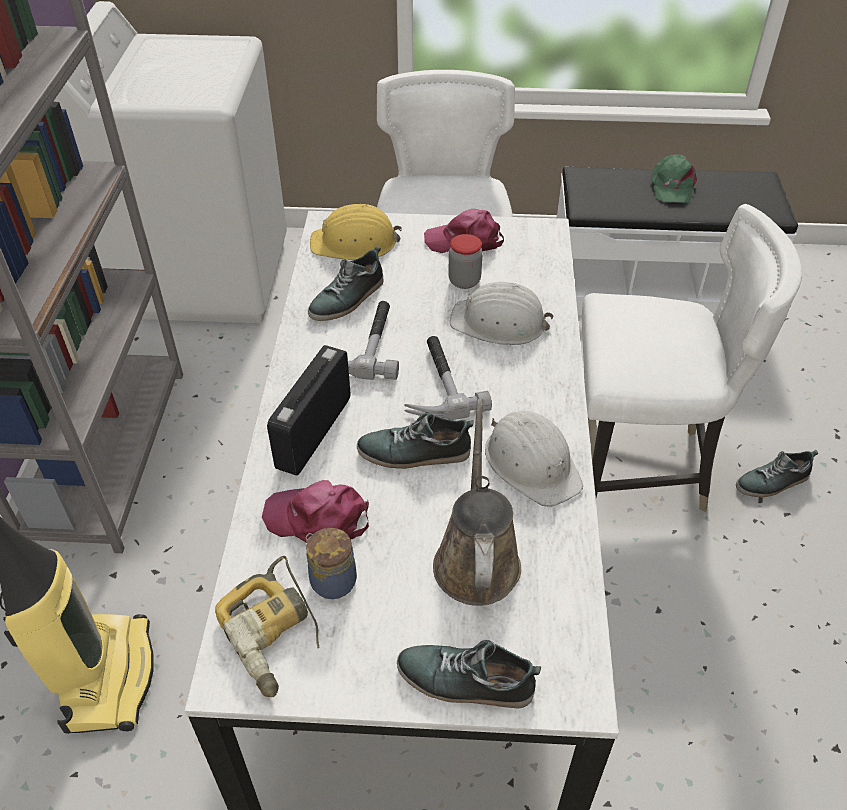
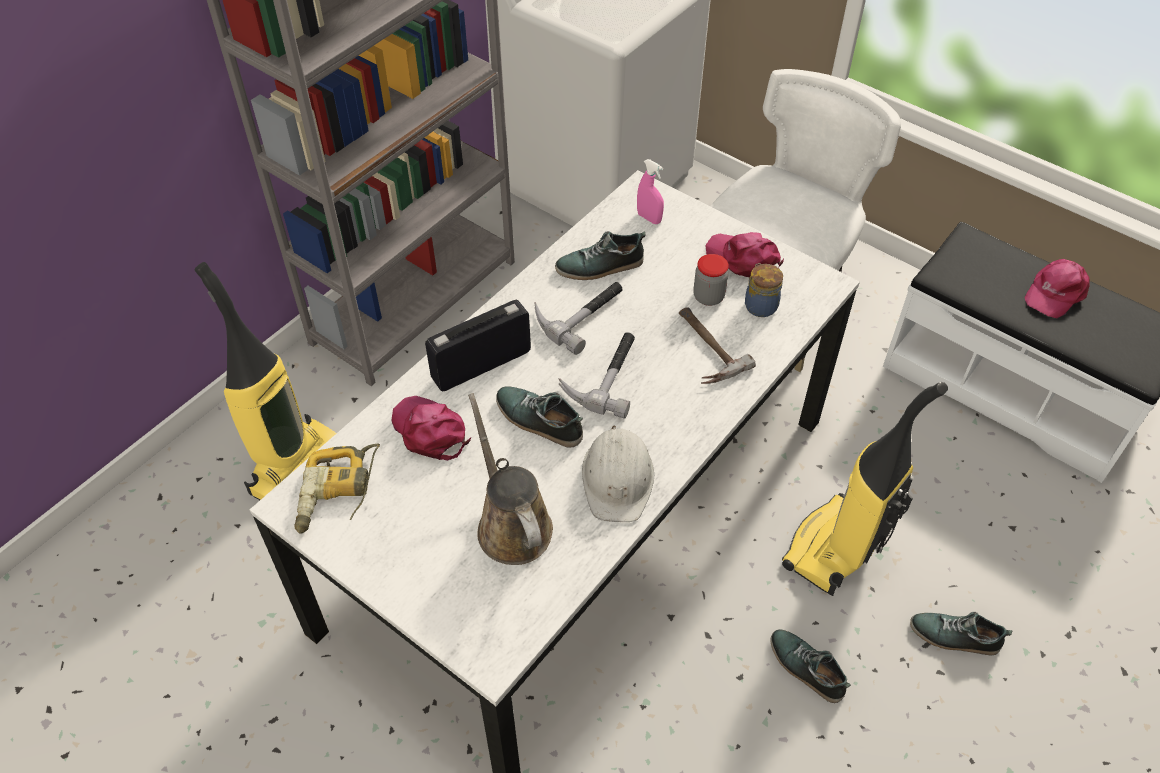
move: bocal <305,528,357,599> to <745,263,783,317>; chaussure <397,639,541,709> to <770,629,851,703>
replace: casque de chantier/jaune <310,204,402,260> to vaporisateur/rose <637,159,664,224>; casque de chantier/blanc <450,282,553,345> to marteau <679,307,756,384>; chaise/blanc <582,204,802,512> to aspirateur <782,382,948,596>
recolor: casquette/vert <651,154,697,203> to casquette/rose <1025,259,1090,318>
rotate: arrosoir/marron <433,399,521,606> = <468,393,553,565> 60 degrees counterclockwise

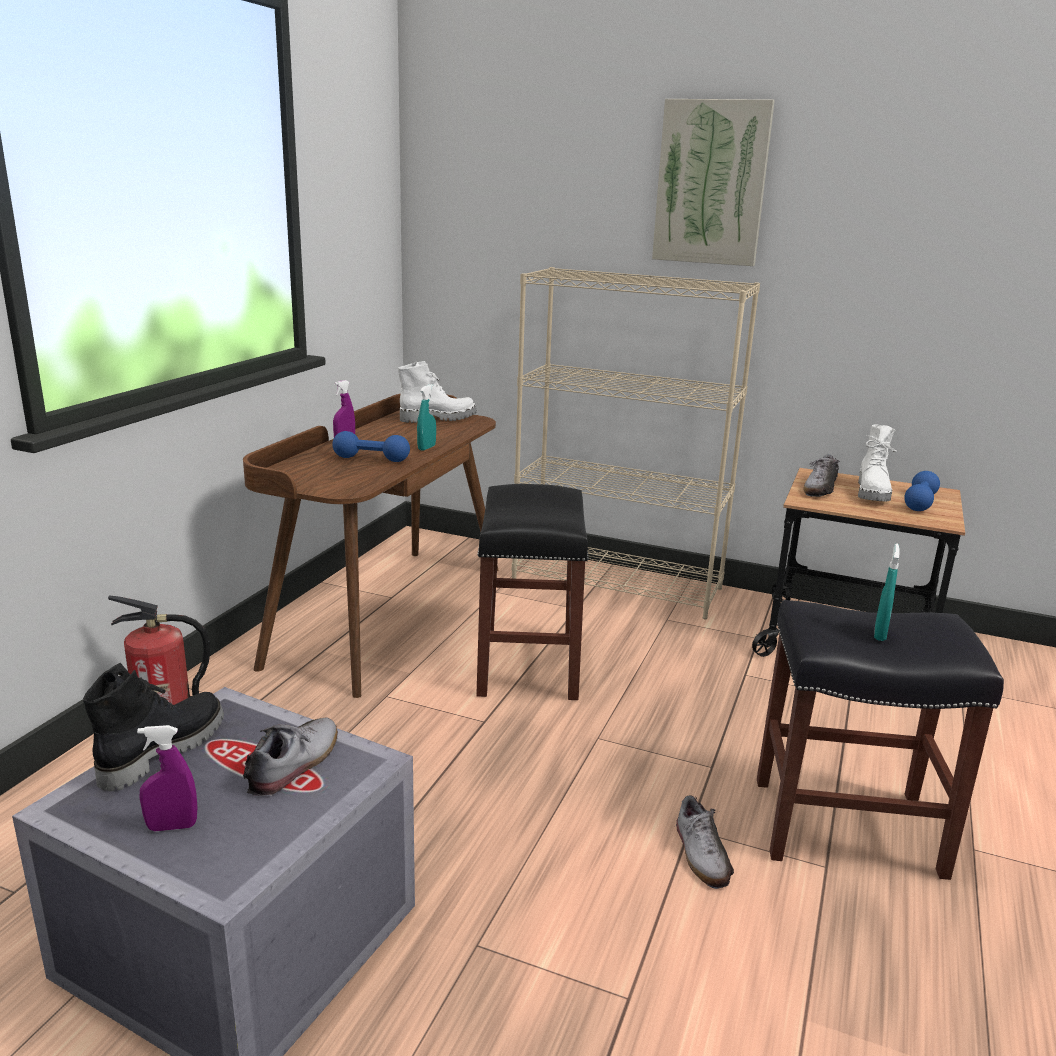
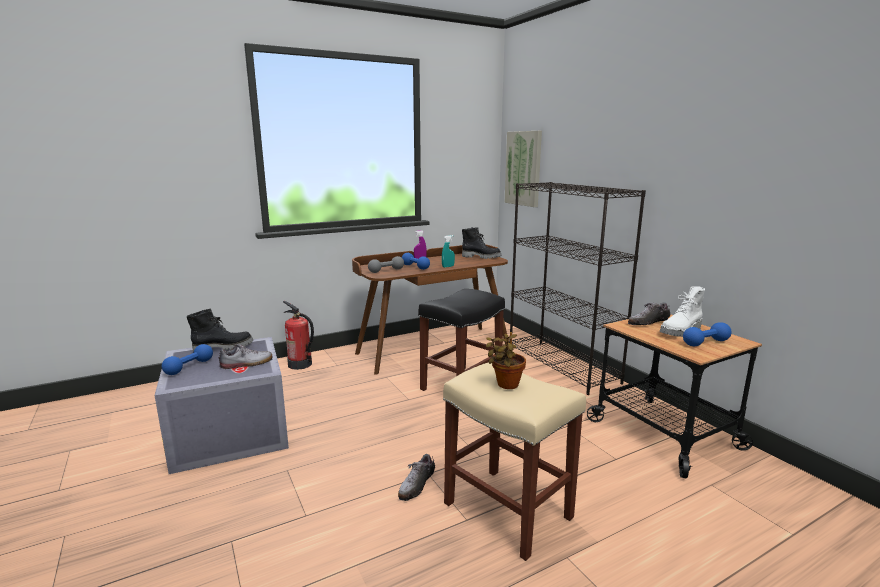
insert: haltère/gris <368,256,404,273>
move: tableau <652,99,775,266> to <505,131,542,207>
replace: vaporisateur/violet <137,725,197,831> to haltère/bleu <162,344,213,375>; vaporisateur/turquoise <874,543,900,641> to plante en pot <486,332,526,389>
recolor: tabouret/noir <757,600,1004,880> to tabouret/beige <443,362,586,561>; botte/blanc <398,361,477,423> to botte/noir <462,227,502,259>; bibliothèque/beige <512,267,760,620> to bibliothèque/noir <509,182,646,395>

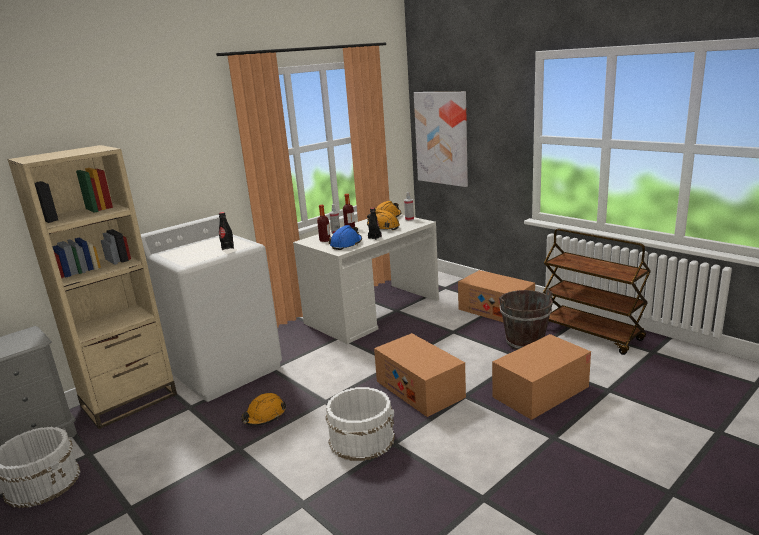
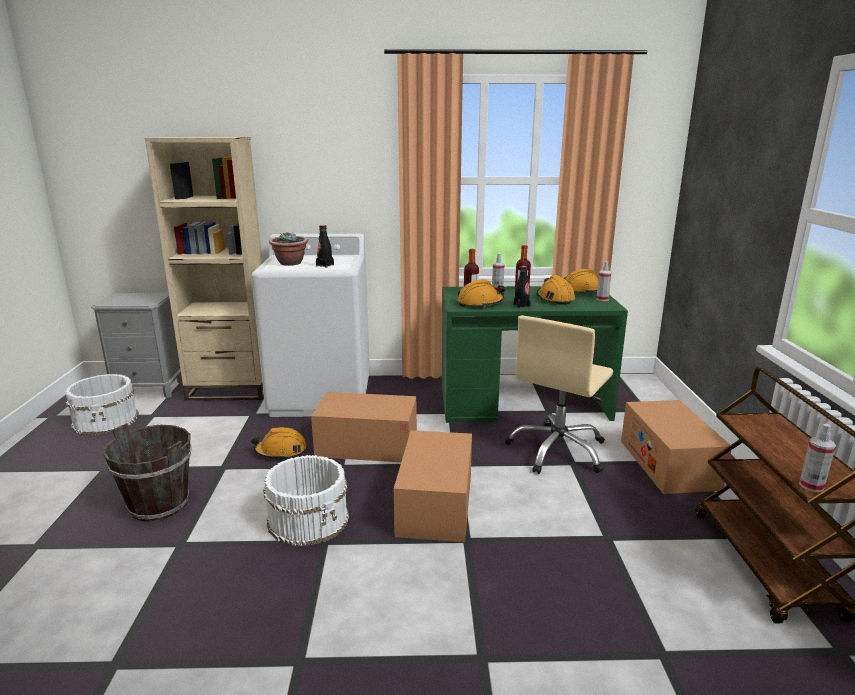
delete: tableau <414,92,468,187>
insert: plante en pot <269,232,308,266>; chaise de bureau/beige <505,316,613,474>; vaporisateur <799,424,836,492>
move: seau/marron <499,289,553,350> to <103,424,192,522>; carton <492,334,591,420> to <311,392,417,462>
recolor: bureau/blanc <293,215,439,344> to bureau/vert <442,286,628,423>; casque de chantier/bleu <329,225,362,250> to casque de chantier/orange <457,280,505,307>

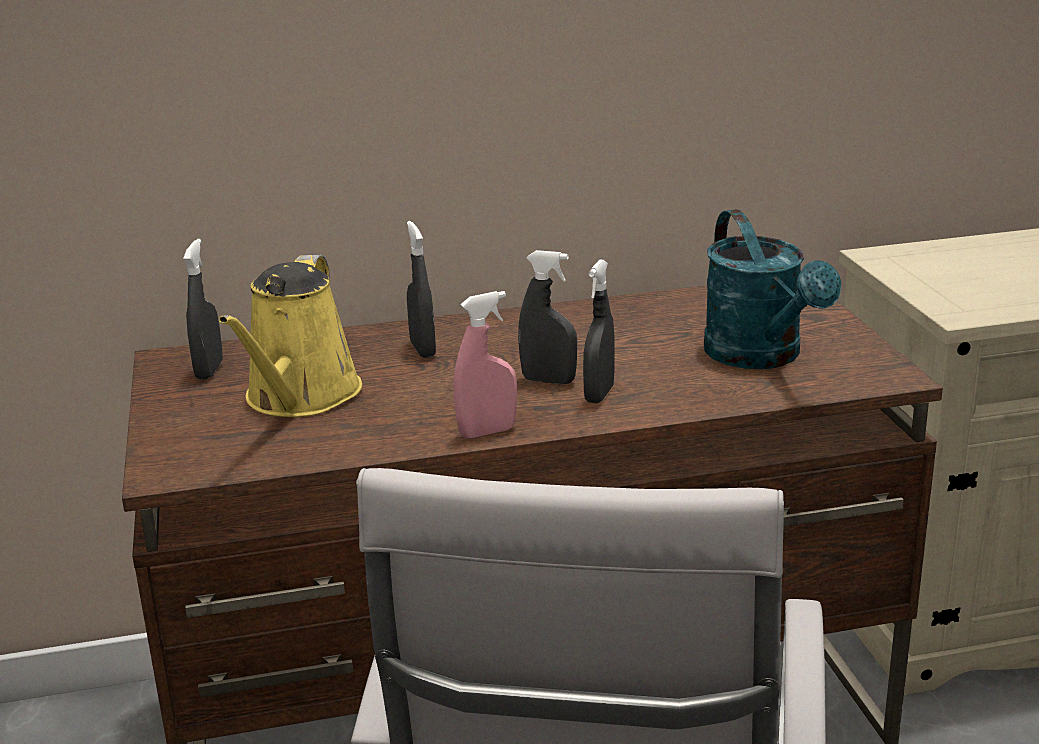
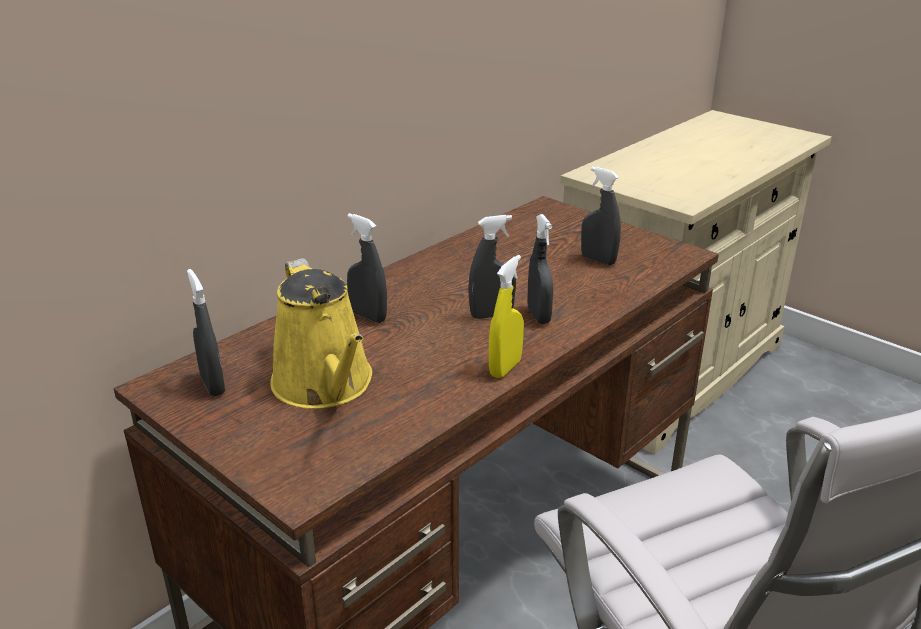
replace: arrosoir/turquoise <704,209,841,369> to vaporisateur/gris <581,166,621,265>
recolor: vaporisateur/rose <454,291,517,438> to vaporisateur/jaune <489,255,524,378>

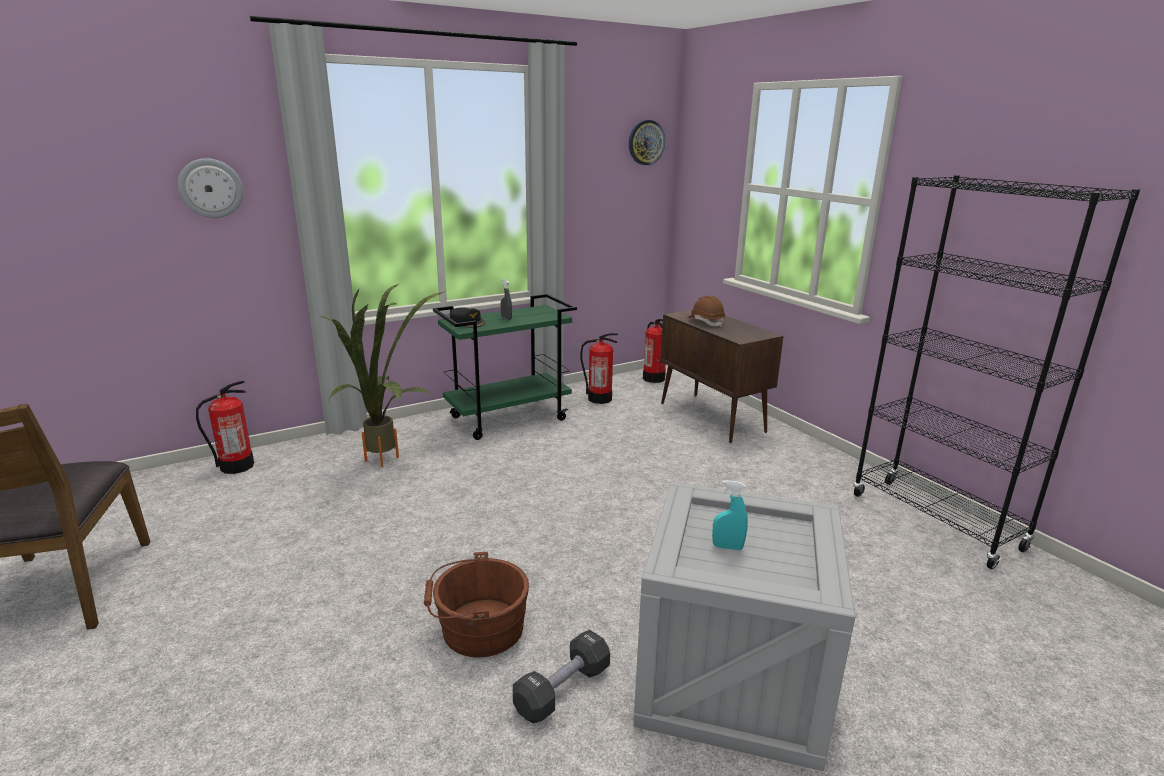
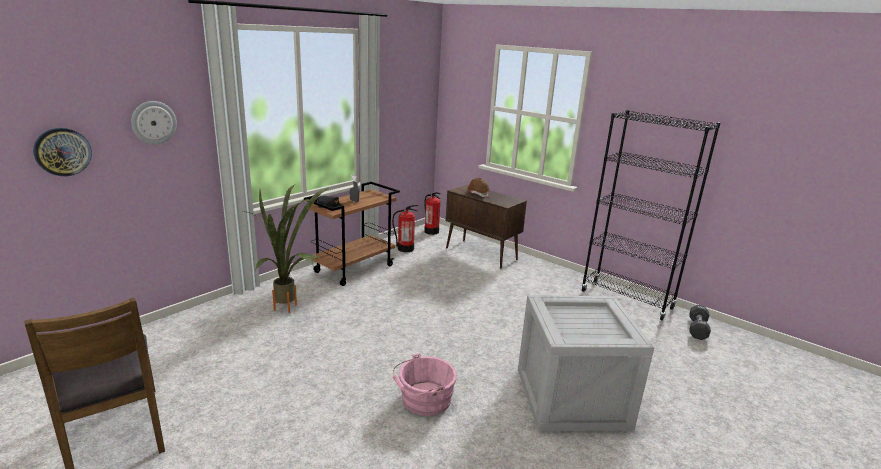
delete: extincteur <196,381,254,474>; vaporisateur/turquoise <712,480,748,550>
move: horloge murale <629,120,665,165> to <33,128,92,176>; haltère/noir <513,630,610,723> to <690,305,711,340>
recolor: chariot/vert <433,294,577,440> to chariot/marron <304,182,400,286>; seau/marron <424,552,529,657> to seau/rose <393,353,457,416>

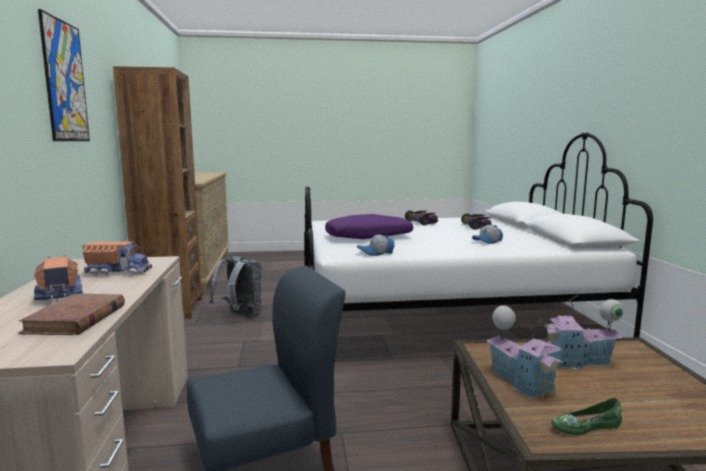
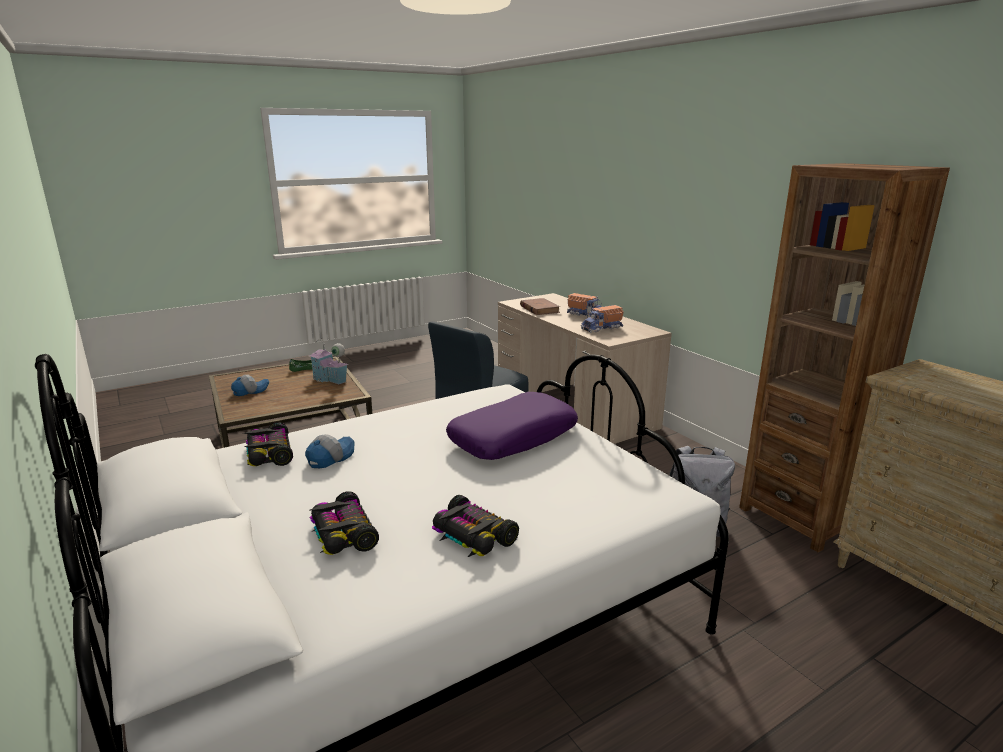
delete: tableau <38,9,90,141>; maison miniature <544,295,624,369>
insert: petite voiture <243,422,293,466>
move: casquette <357,235,394,256> to <231,375,269,396>

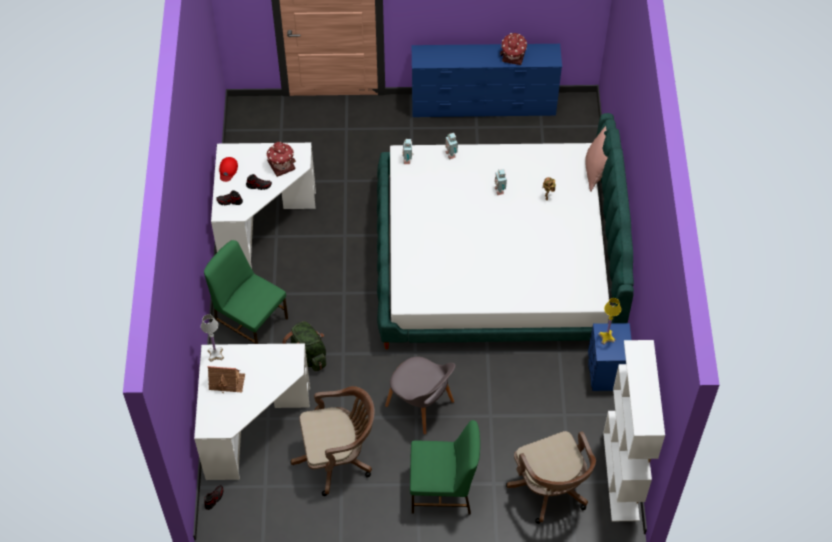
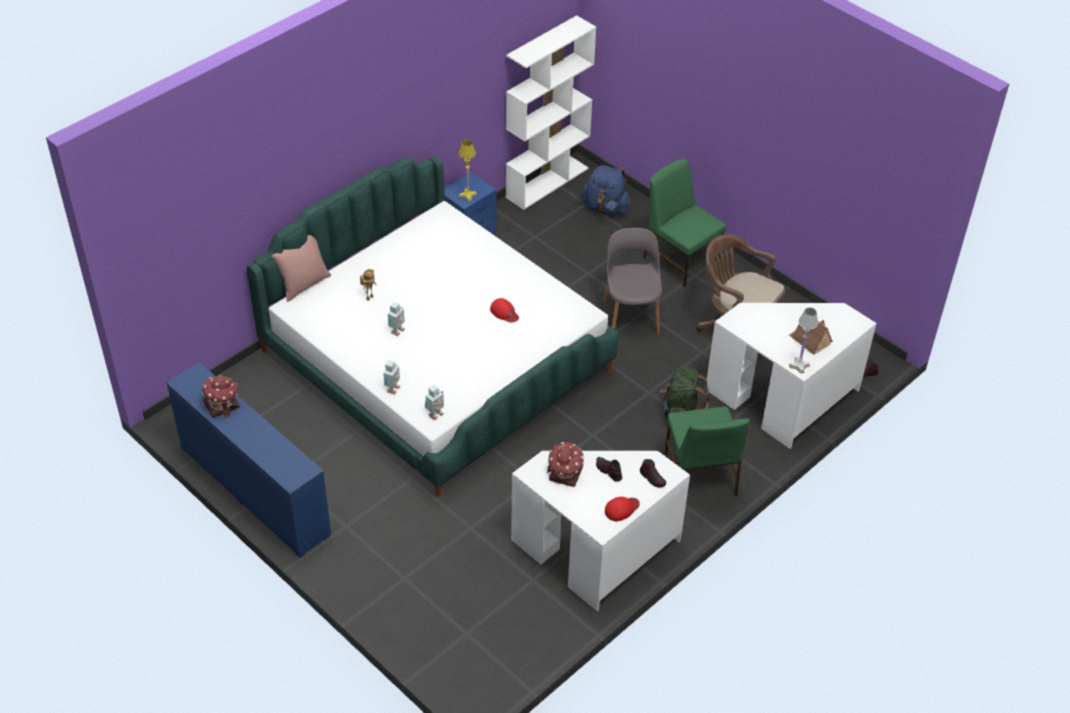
insert: casquette/rouge <490,298,519,323>
replace: chaise de bureau/marron <506,431,596,524> to sac à dos/bleu <581,165,630,215>

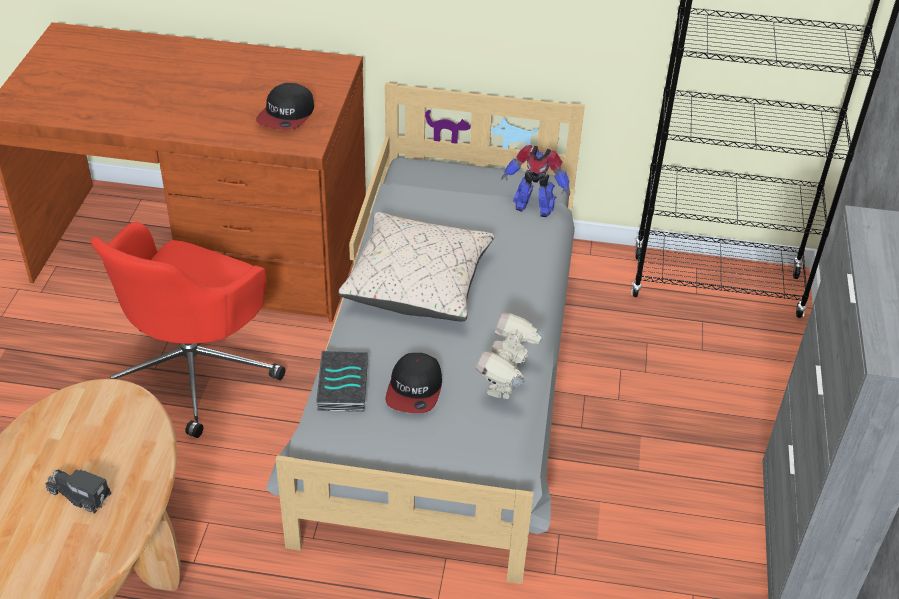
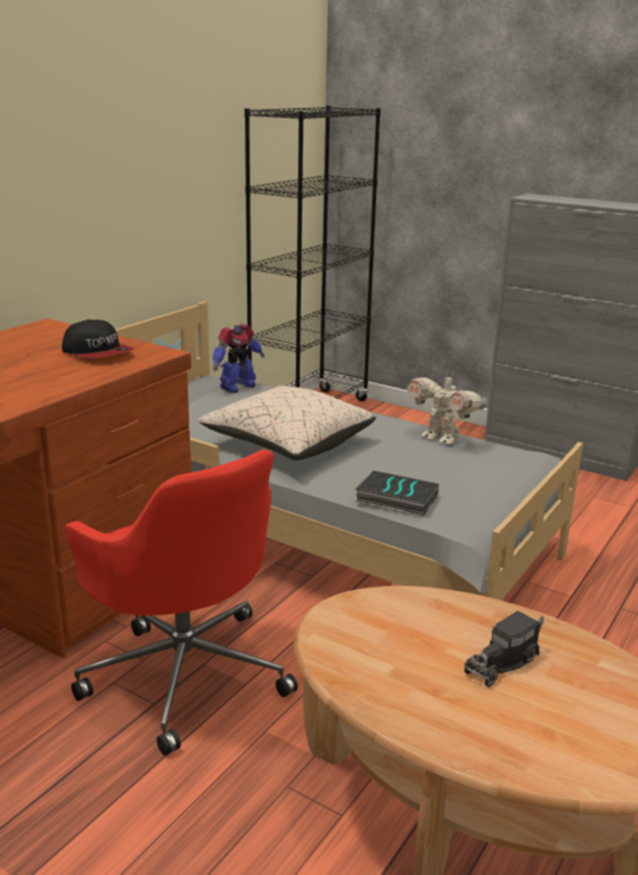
delete: casquette <385,353,442,413>

